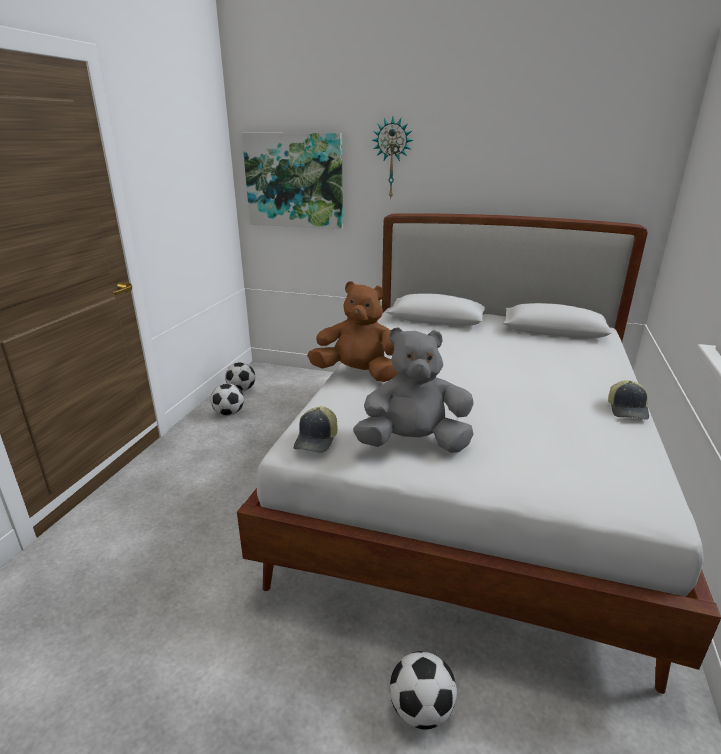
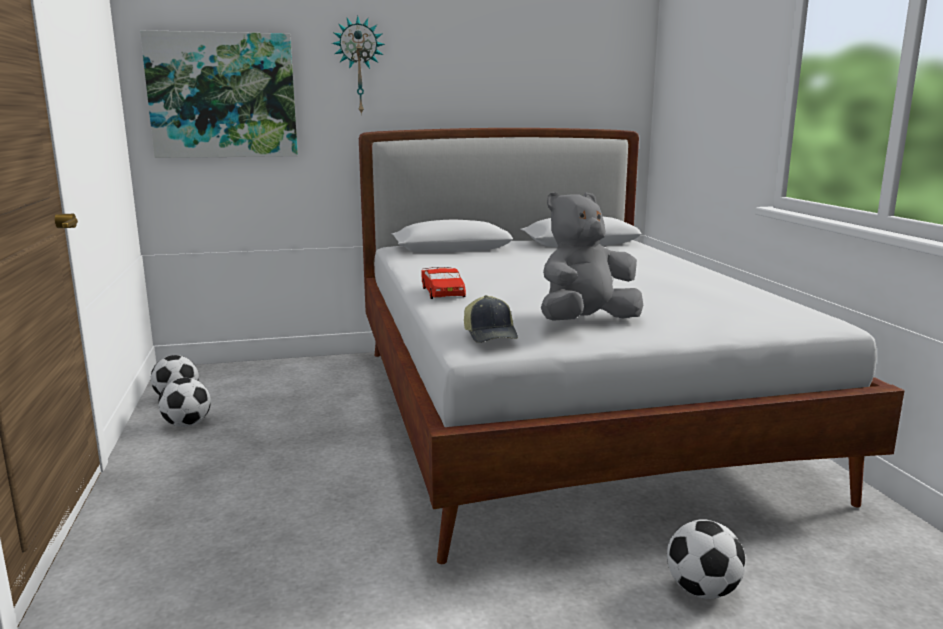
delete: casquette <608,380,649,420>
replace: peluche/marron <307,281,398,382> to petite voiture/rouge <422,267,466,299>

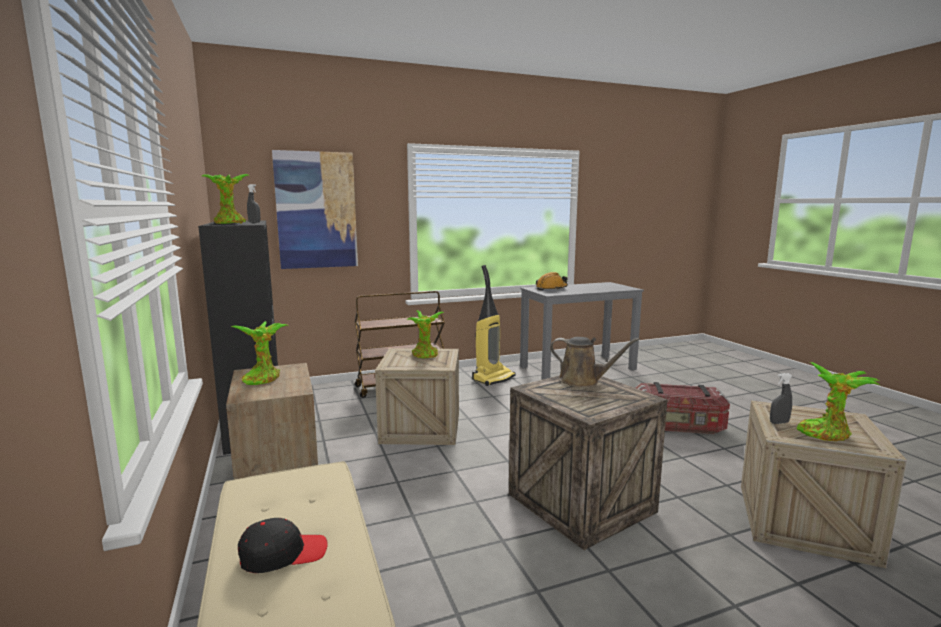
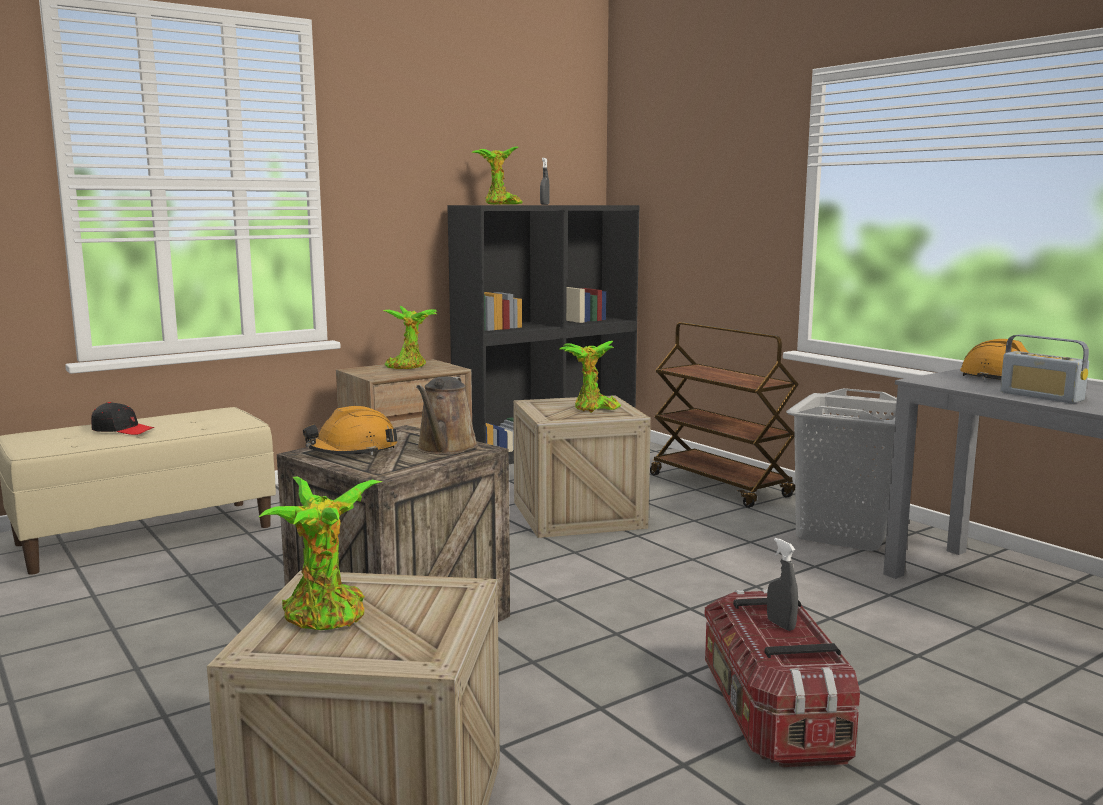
delete: tableau <272,150,358,269>
insert: casque de chantier/orange <303,406,397,455>; radio <1000,334,1089,403>
move: vaporisateur/gris <770,373,792,424> to <767,538,798,631>
replace: aspirateur <472,265,516,386> to panier à linge/gris <786,388,897,551>
rotate: casquette/noir <238,518,328,573> = <91,402,155,435> 45 degrees counterclockwise

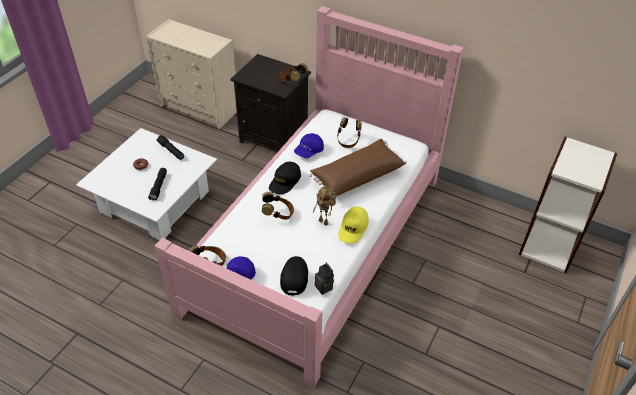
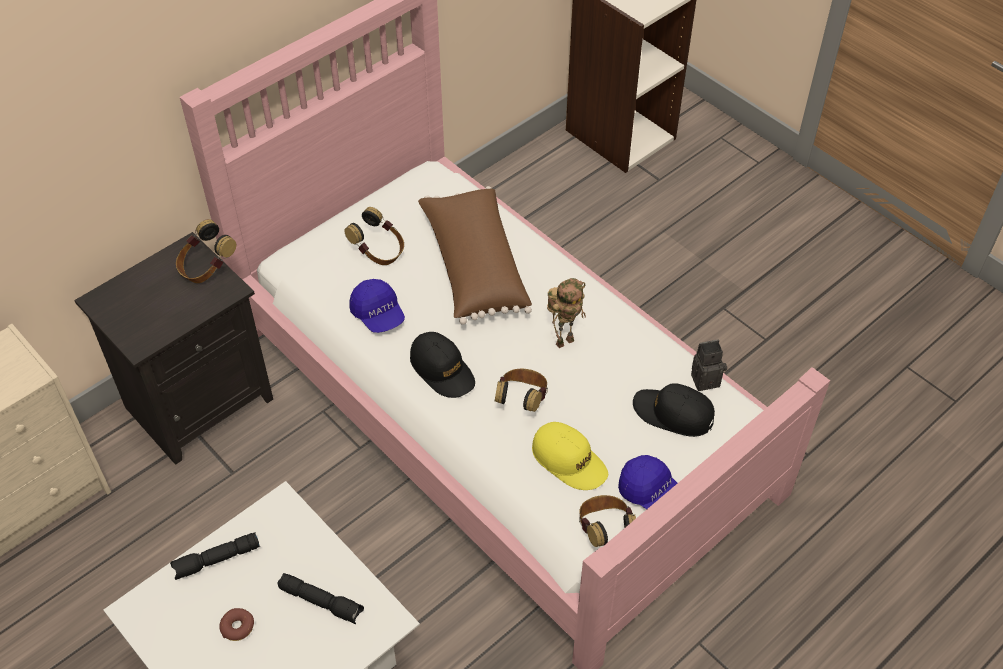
move: casquette/jaune <338,207,369,244> to <532,422,608,490>

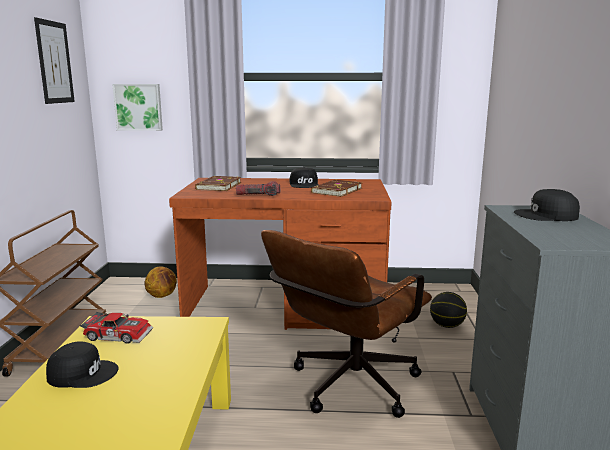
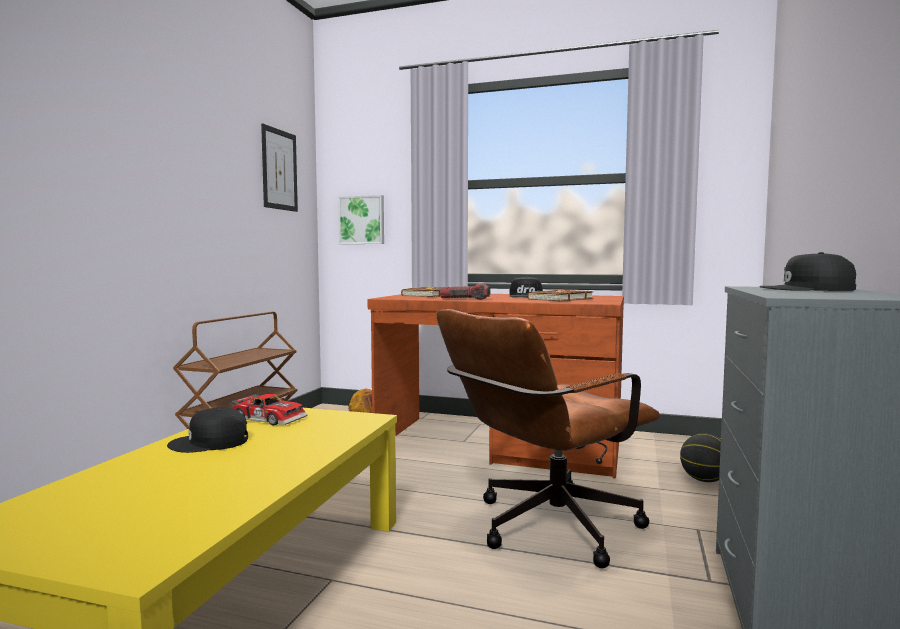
rotate: casquette/noir <46,341,119,388> = <167,407,248,453> 150 degrees clockwise

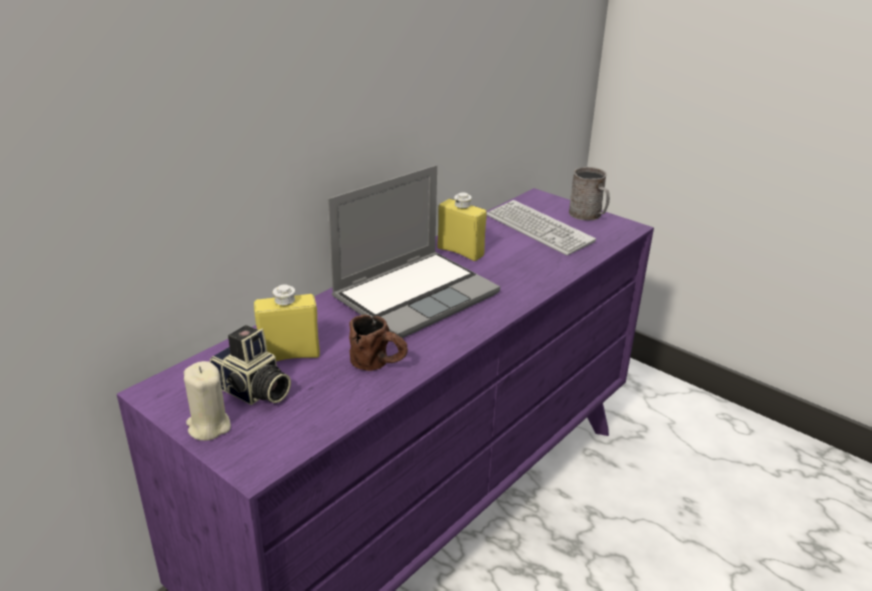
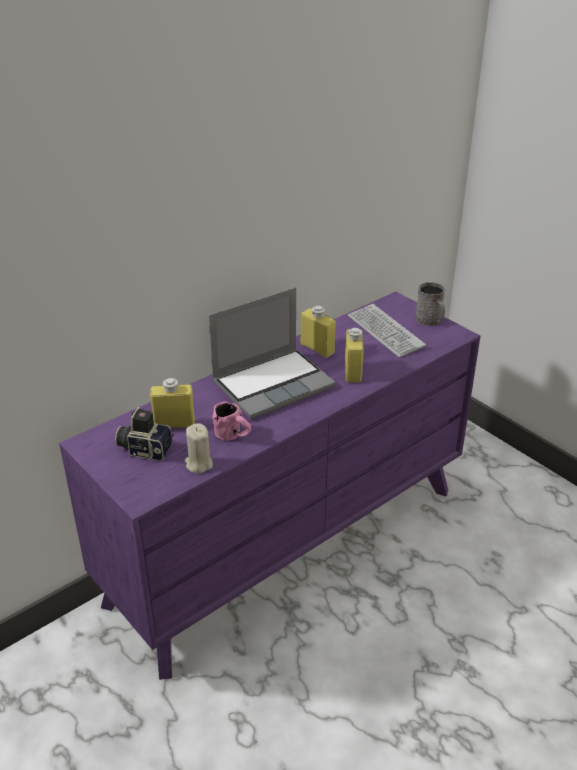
insert: bouteille/jaune <345,328,364,383>
move: bougie/beige <184,361,231,441> to <185,423,213,473>
recolor: mug/marron <349,315,408,371> to mug/rose <212,402,251,441>
rotate: appareil photo <210,325,291,405> = <115,407,173,461> 150 degrees clockwise

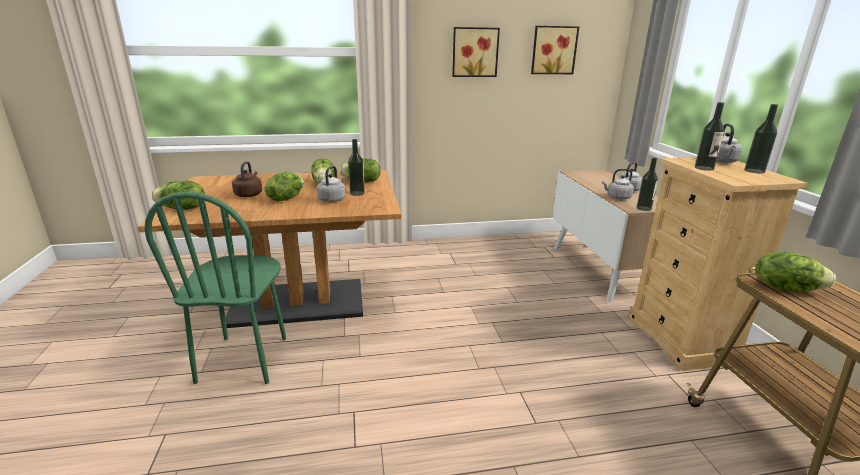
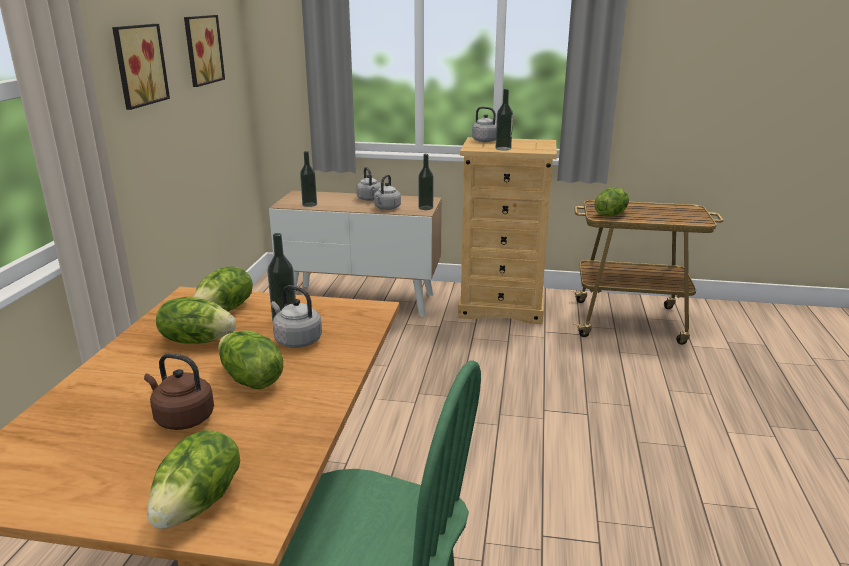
move: bouteille <744,104,778,174> to <300,151,317,207>

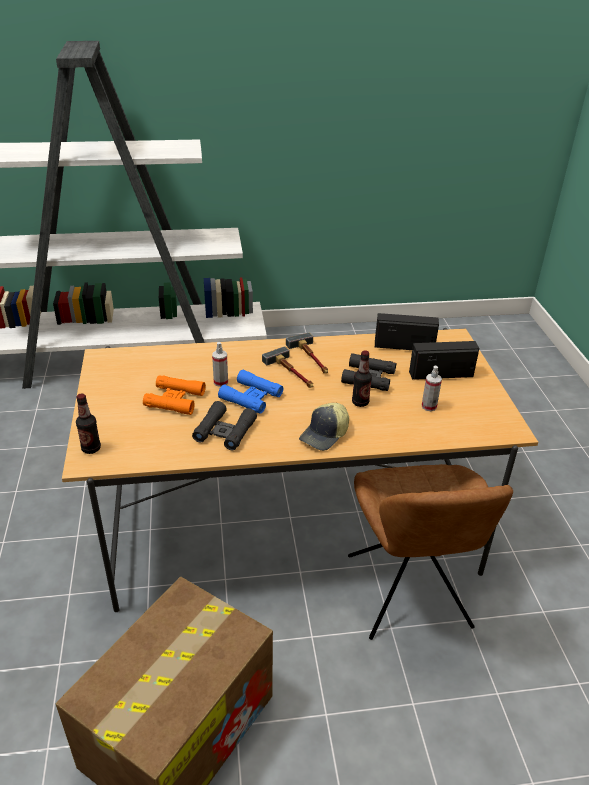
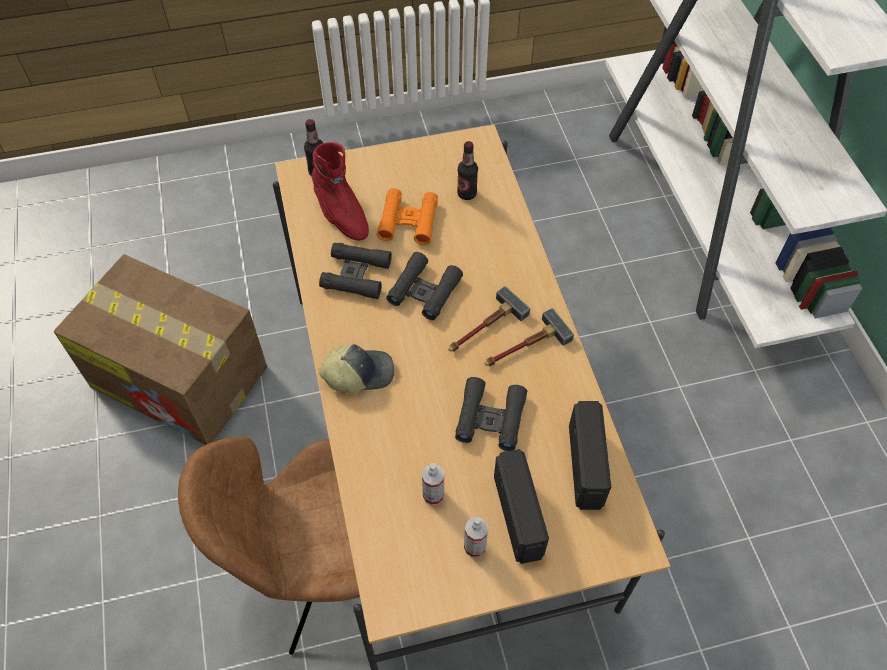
insert: botte/rouge <311,142,369,241>
move: bouteille <352,350,372,407> to <457,141,478,200>; vaporisateur <212,342,228,387> to <464,517,488,558>
recolor: jumelles/bleu <218,370,284,414> to jumelles/noir <386,252,463,320>
rotate: casquette <299,403,349,451> = <318,344,394,394> 135 degrees clockwise

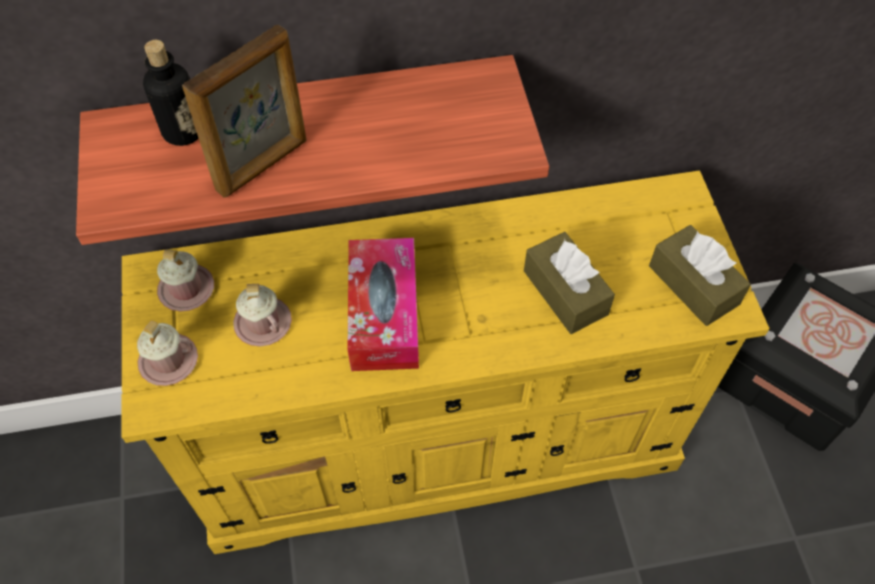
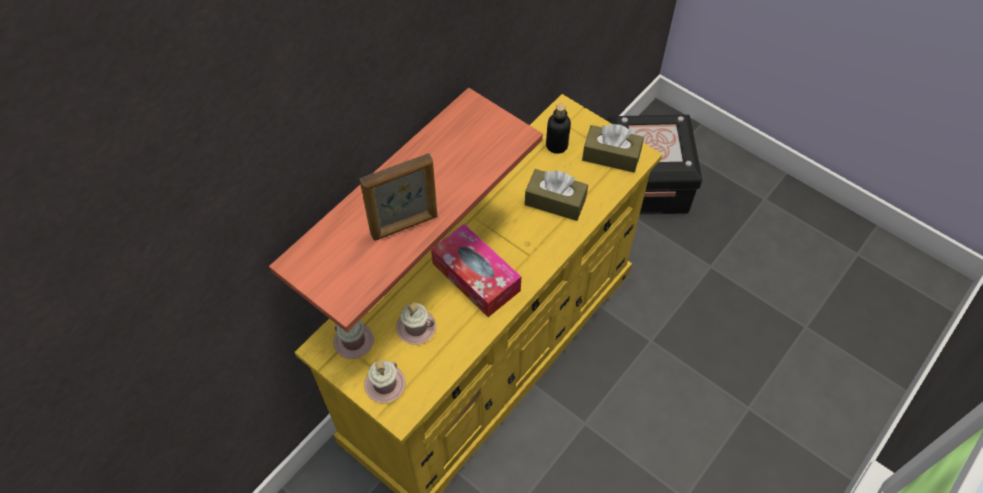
move: bouteille <143,40,199,146> to <546,104,571,154>
rotate: cadre photo <182,24,307,198> = <360,153,437,241> 60 degrees clockwise

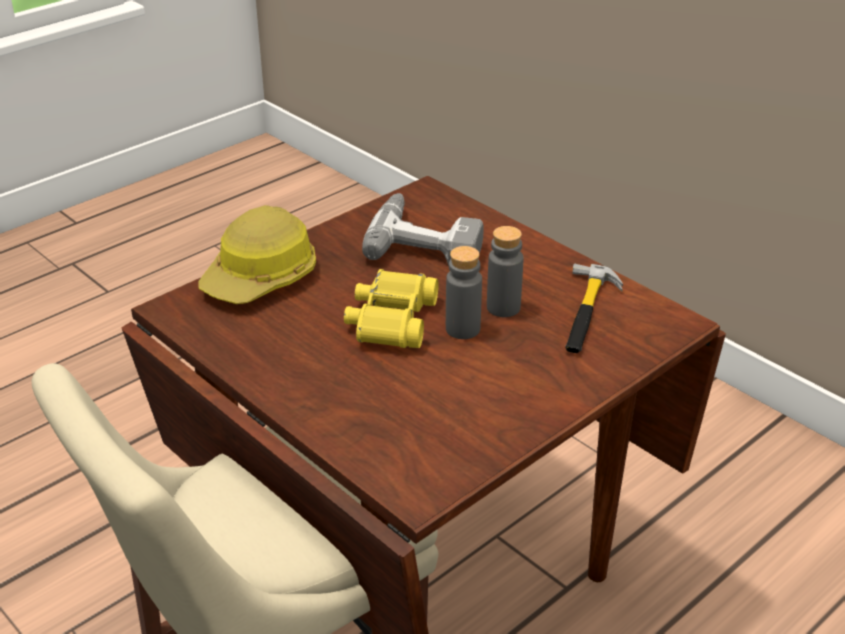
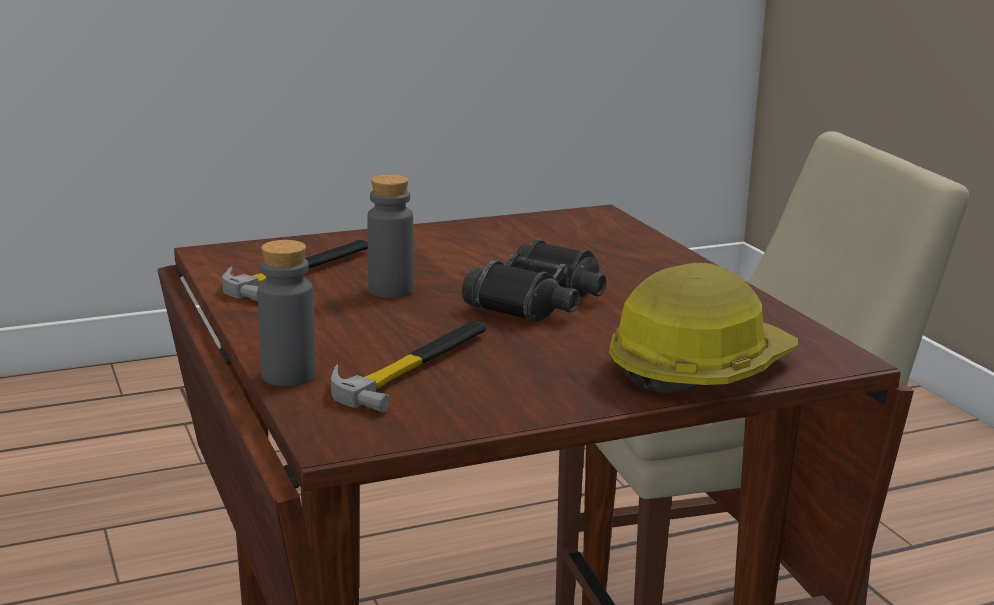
move: bouteille/gris <446,246,482,339> to <258,240,315,386>
replace: perceuse <362,193,484,265> to marteau <331,321,486,413>
recolor: jumelles/jaune <344,269,439,348> to jumelles/noir <462,240,606,322>

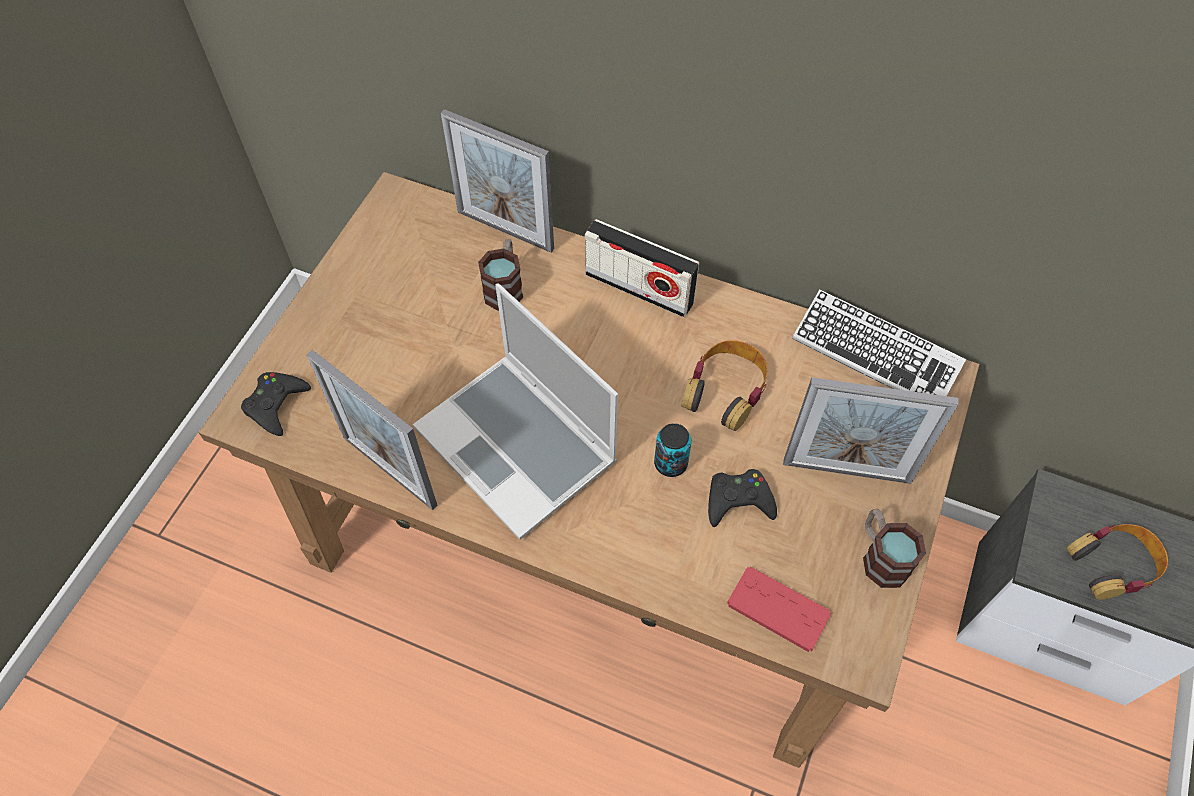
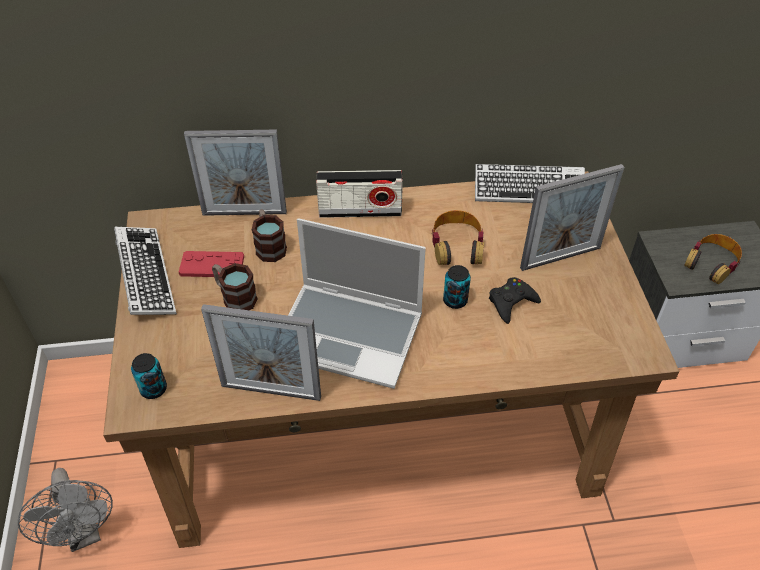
insert: ventilateur/gris <18,468,113,552>; clavier <114,227,177,315>
move: manette/rouge <727,566,831,652> to <179,251,244,277>; mug <863,508,926,588> to <212,263,258,310>
replace: manette/noir <241,372,311,436> to boîte métallique <131,353,167,399>

